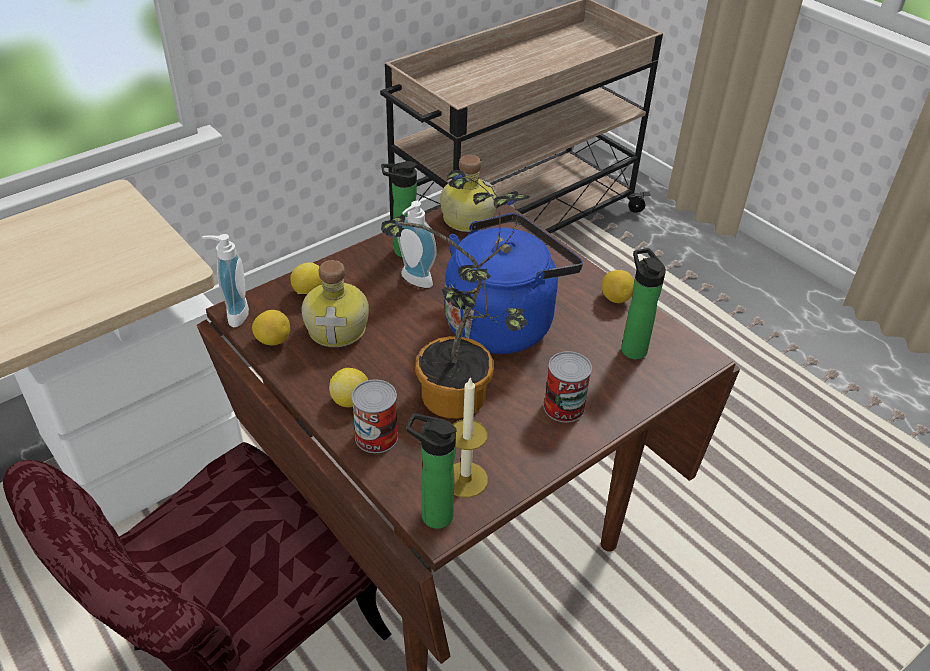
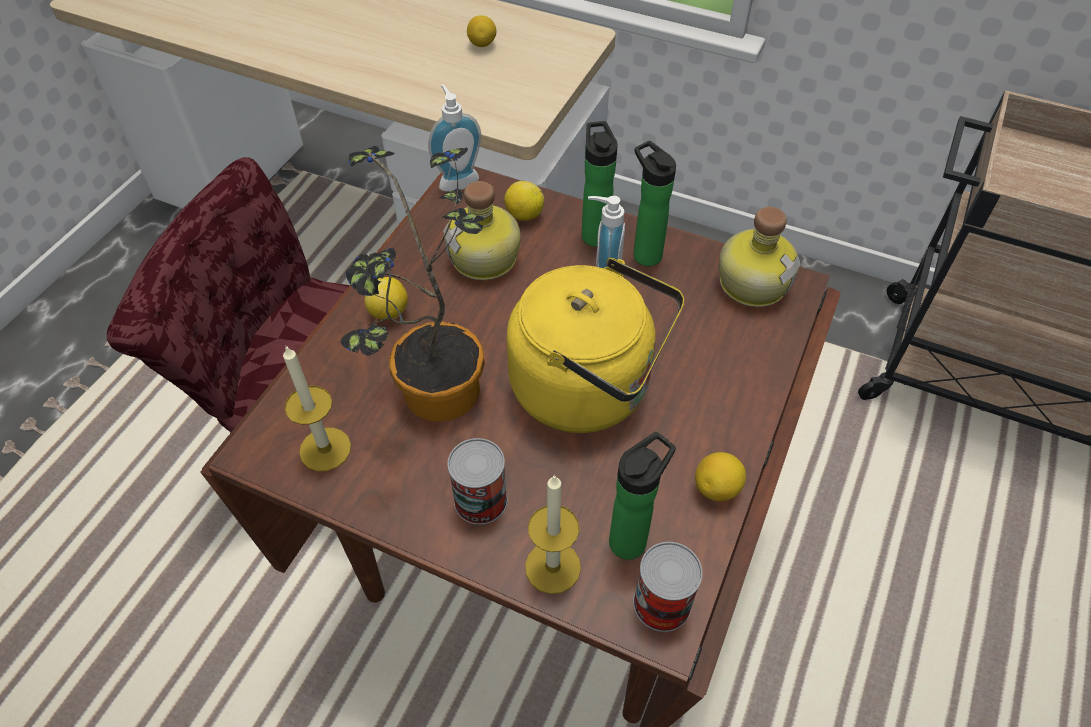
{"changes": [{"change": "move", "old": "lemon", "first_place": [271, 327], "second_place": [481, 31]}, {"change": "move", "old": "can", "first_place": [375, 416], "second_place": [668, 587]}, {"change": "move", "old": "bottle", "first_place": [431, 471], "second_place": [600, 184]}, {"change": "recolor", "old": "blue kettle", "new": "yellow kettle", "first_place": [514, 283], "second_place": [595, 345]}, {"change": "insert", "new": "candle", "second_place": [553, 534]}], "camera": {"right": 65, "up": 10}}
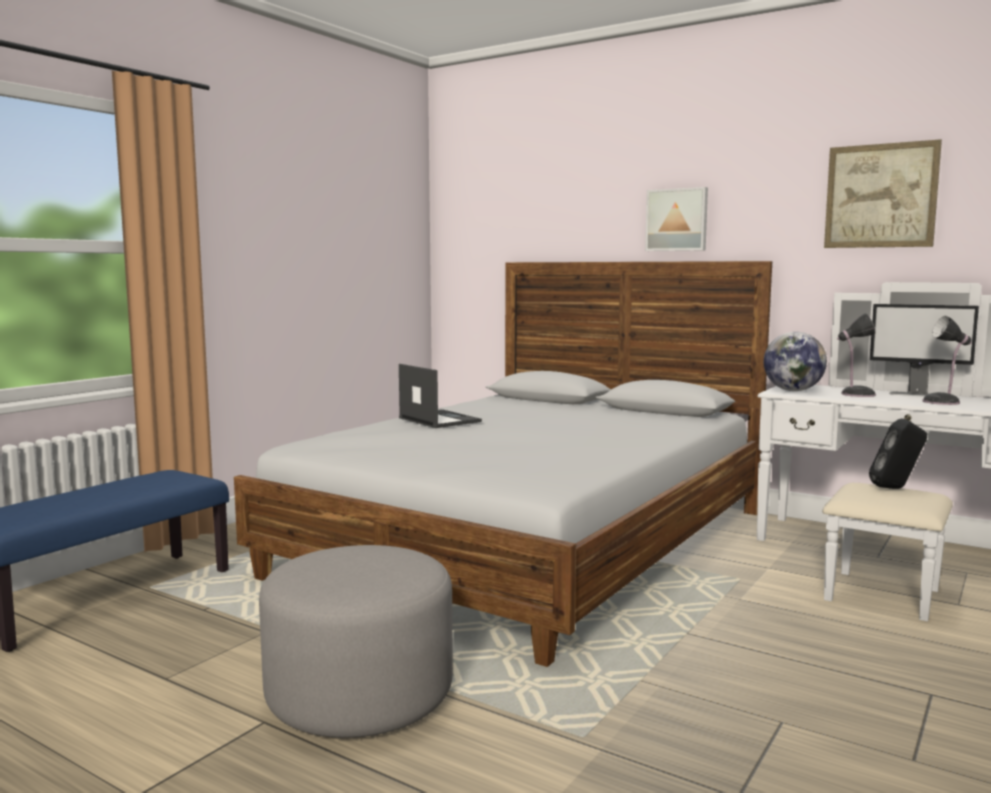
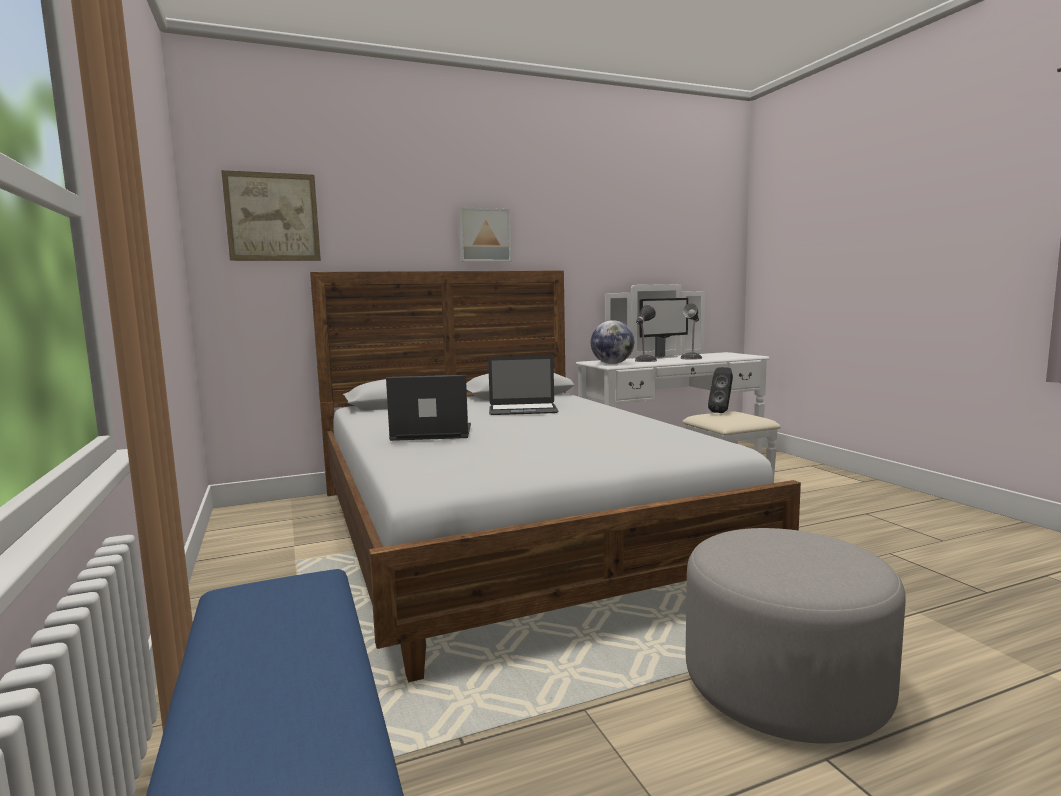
{"changes": [{"change": "move", "old": "picture", "first_place": [883, 193], "second_place": [271, 215]}, {"change": "insert", "new": "laptop", "second_place": [523, 385]}], "camera": {"right": -55, "up": 0}}
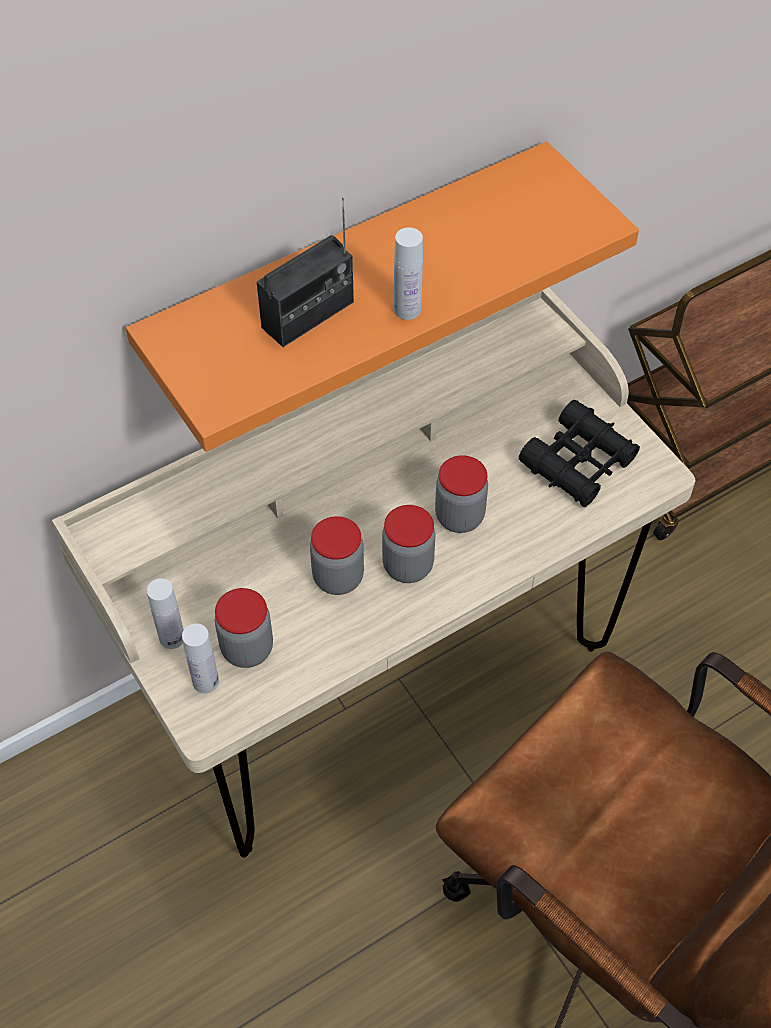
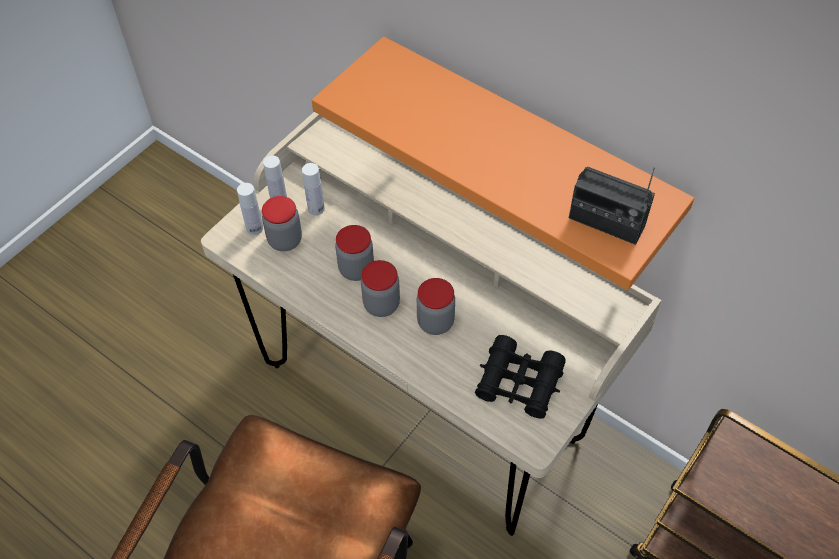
{"changes": [{"change": "move", "old": "radio", "first_place": [305, 272], "second_place": [612, 206]}, {"change": "move", "old": "white bottle", "first_place": [408, 273], "second_place": [313, 189]}], "camera": {"right": 70, "up": 0}}
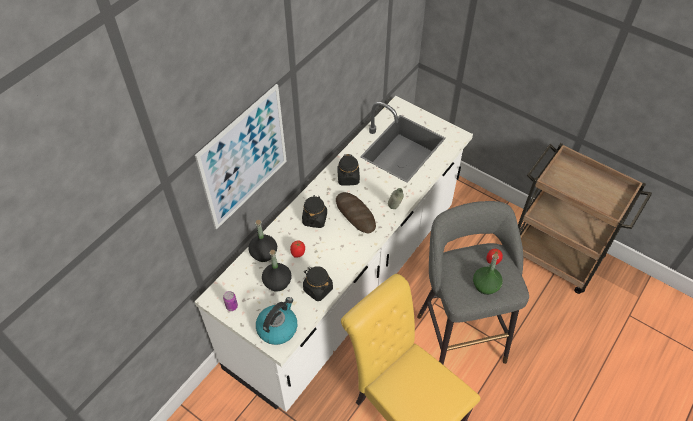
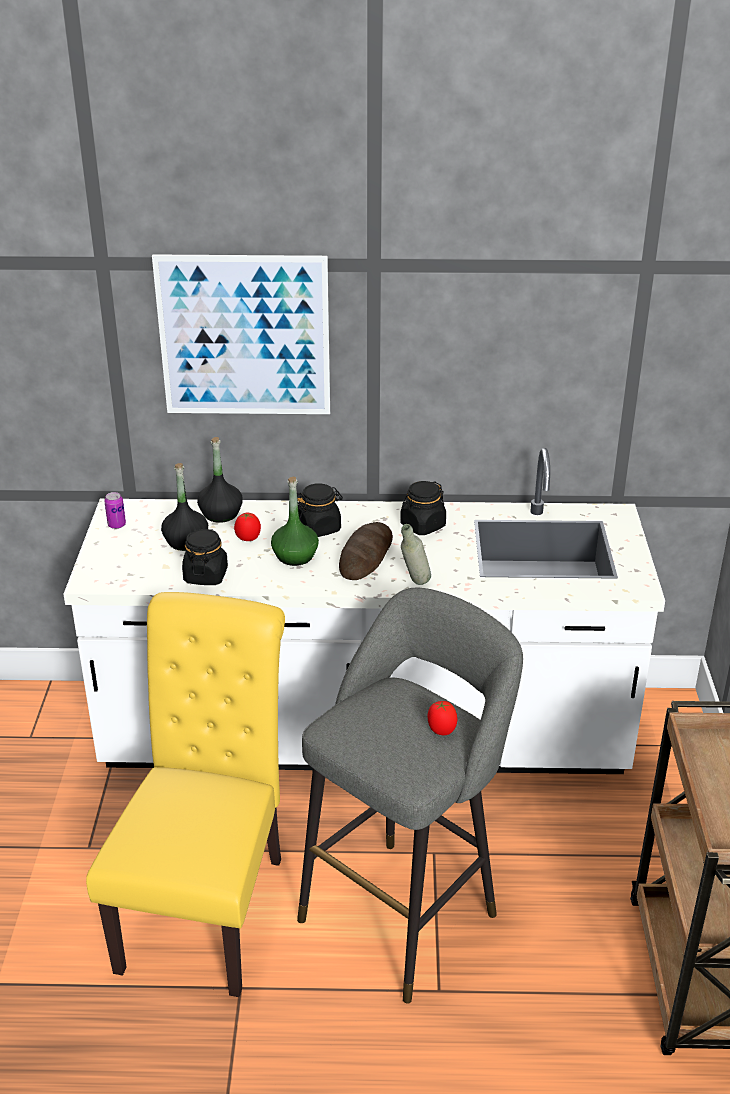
{"changes": [{"change": "delete", "old": "kettle", "first_place": [276, 321]}, {"change": "move", "old": "green bottle", "first_place": [488, 274], "second_place": [295, 521]}], "camera": {"right": 55, "up": -20}}
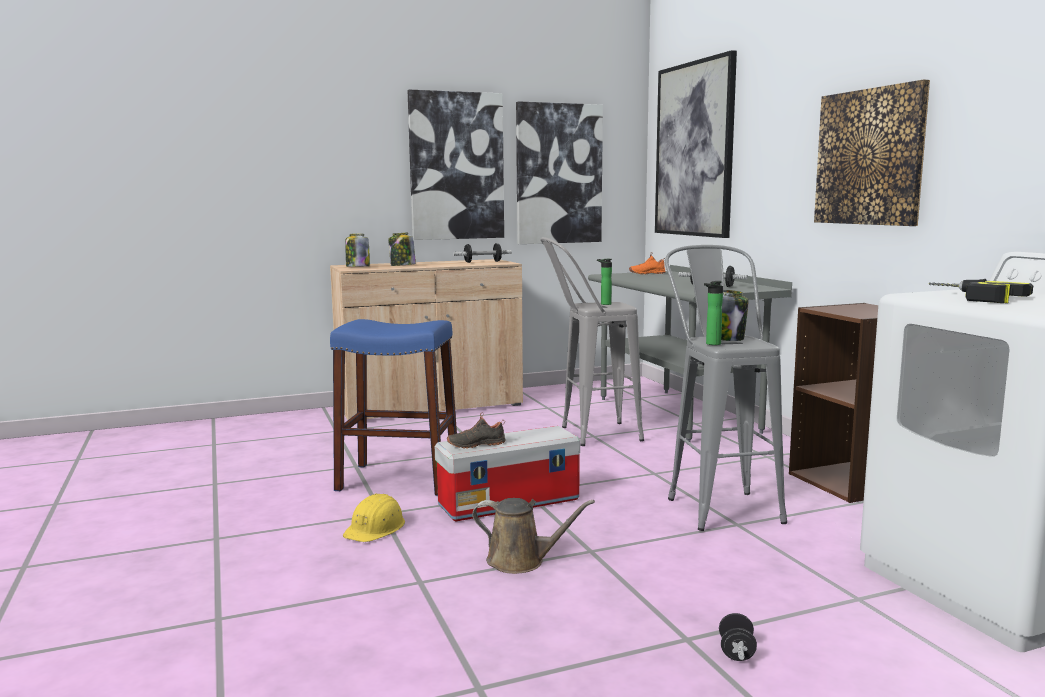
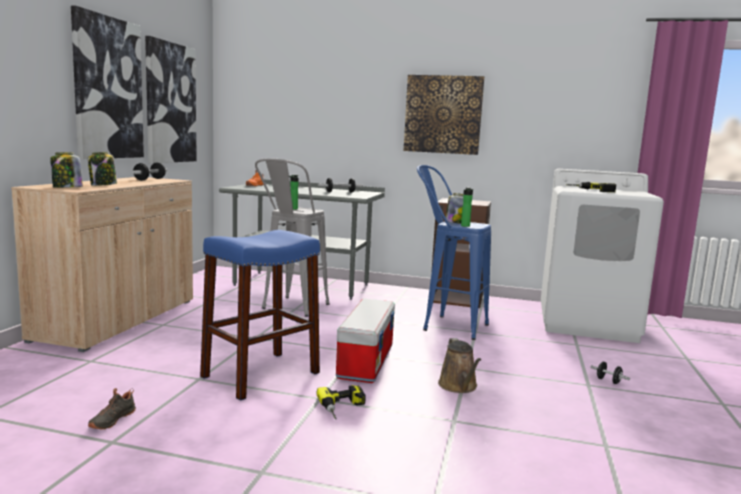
{"changes": [{"change": "replace", "old": "yellow hard hat", "new": "power drill", "first_place": [374, 518], "second_place": [341, 402]}, {"change": "move", "old": "black shoe", "first_place": [476, 431], "second_place": [112, 408]}, {"change": "rotate", "old": "brown watering can", "first_place": [533, 536], "second_place": [459, 365], "degrees": 120}, {"change": "delete", "old": "picture", "first_place": [696, 144]}, {"change": "recolor", "old": "grey stool", "new": "blue stool", "first_place": [726, 388], "second_place": [454, 252]}], "camera": {"right": -55, "up": 0}}
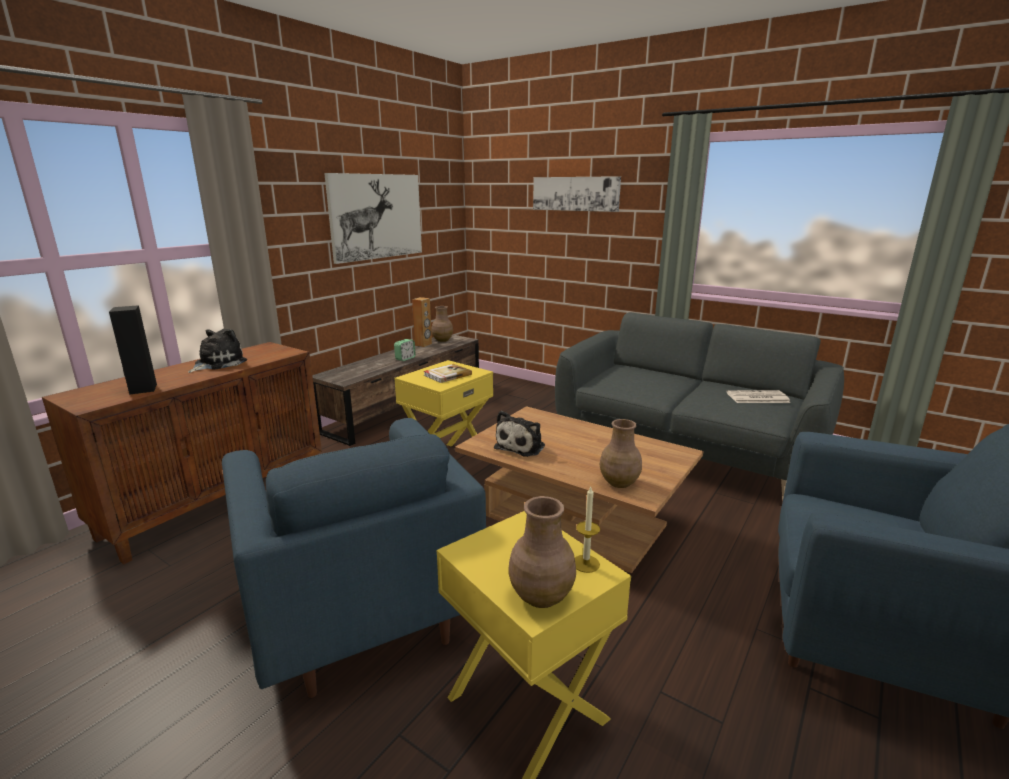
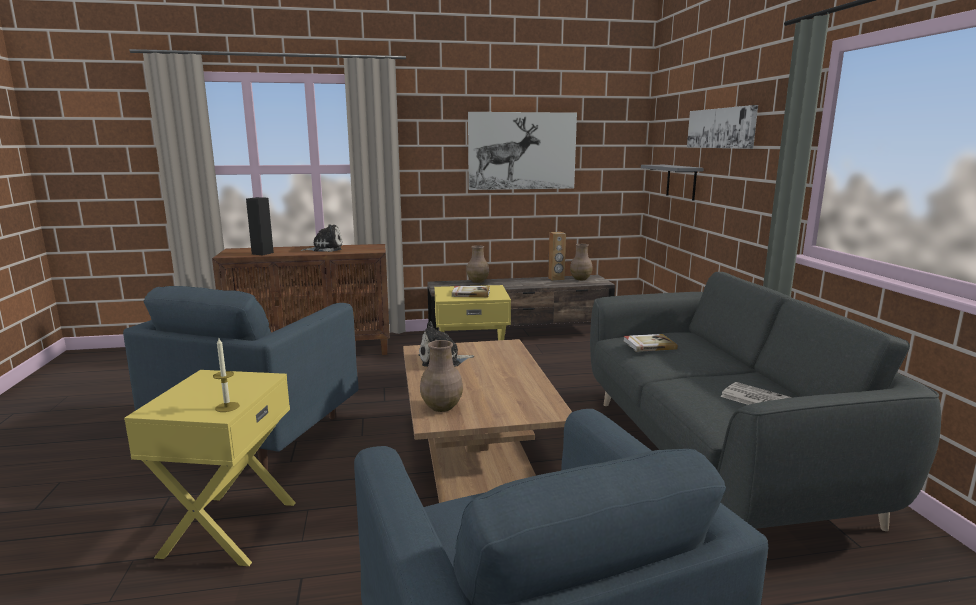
{"changes": [{"change": "delete", "old": "alarm clock", "first_place": [405, 350]}, {"change": "move", "old": "brown vase", "first_place": [542, 552], "second_place": [478, 264]}, {"change": "insert", "new": "book", "second_place": [651, 343]}, {"change": "insert", "new": "grey shelf", "second_place": [672, 182]}], "camera": {"right": 45, "up": -5}}
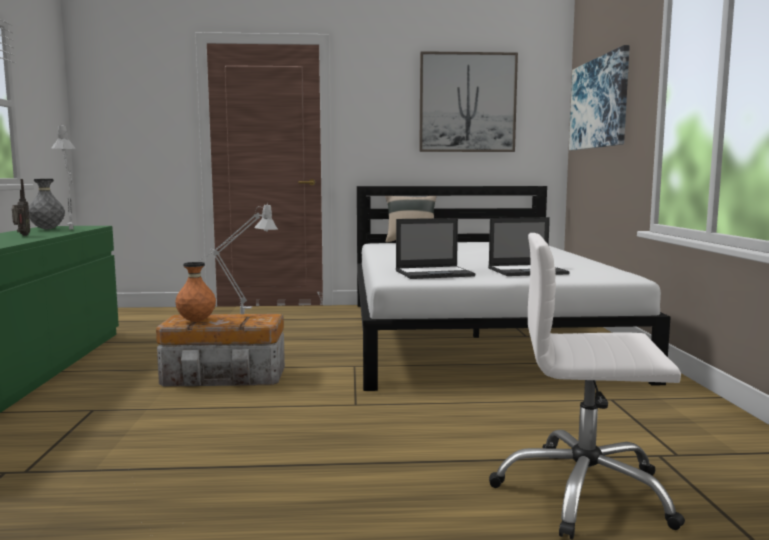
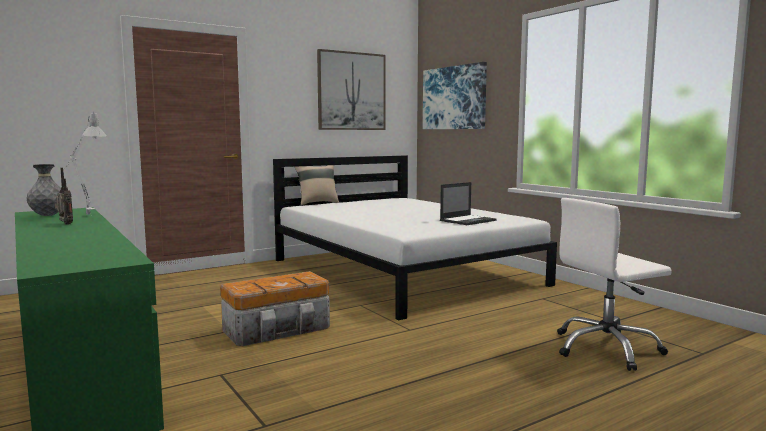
{"changes": [{"change": "delete", "old": "orange vase", "first_place": [195, 292]}, {"change": "delete", "old": "grey table lamp", "first_place": [237, 258]}, {"change": "delete", "old": "laptop", "first_place": [436, 248]}], "camera": {"right": -30, "up": 0}}
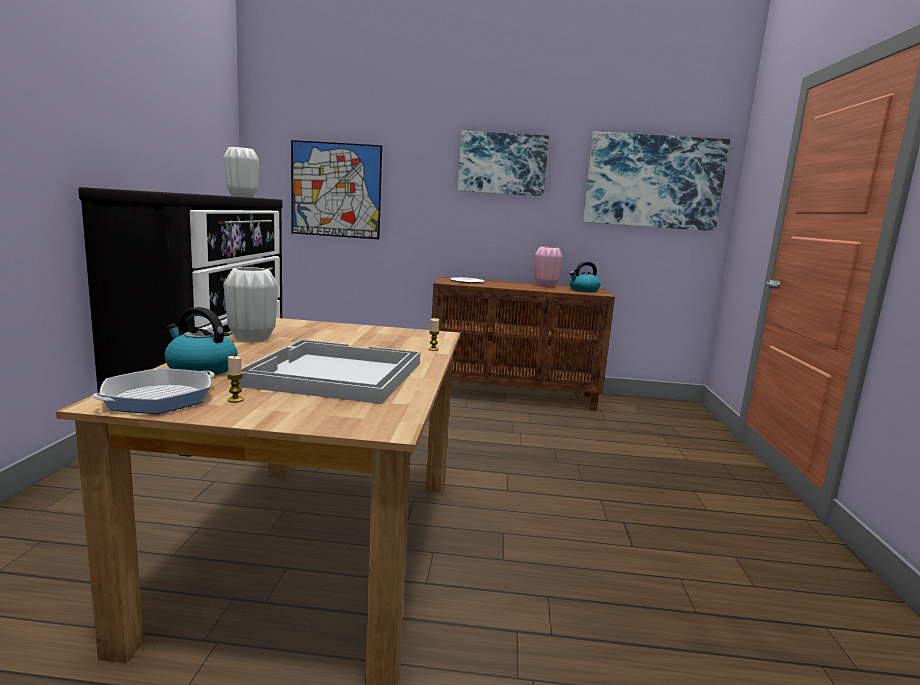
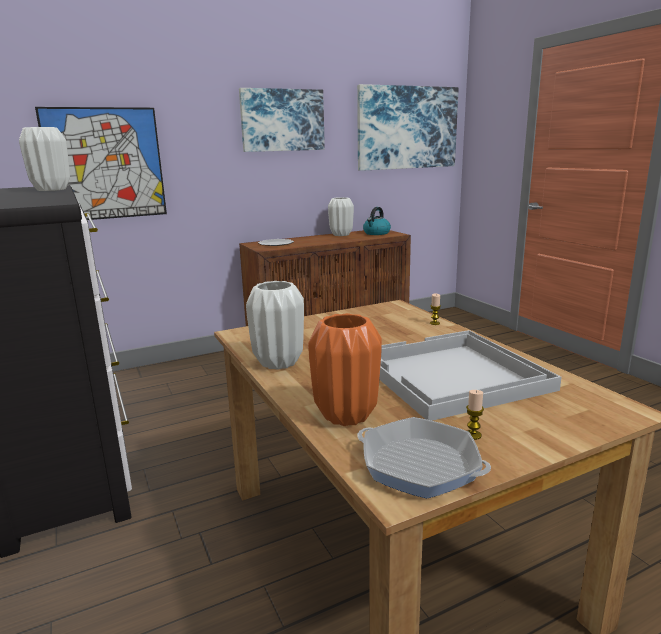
{"changes": [{"change": "rotate", "old": "frying pan", "first_place": [152, 391], "second_place": [424, 458], "degrees": -60}, {"change": "replace", "old": "kettle", "new": "orange vase", "first_place": [201, 341], "second_place": [345, 369]}, {"change": "recolor", "old": "pink vase", "new": "white vase", "first_place": [548, 266], "second_place": [341, 216]}], "camera": {"right": -30, "up": 5}}
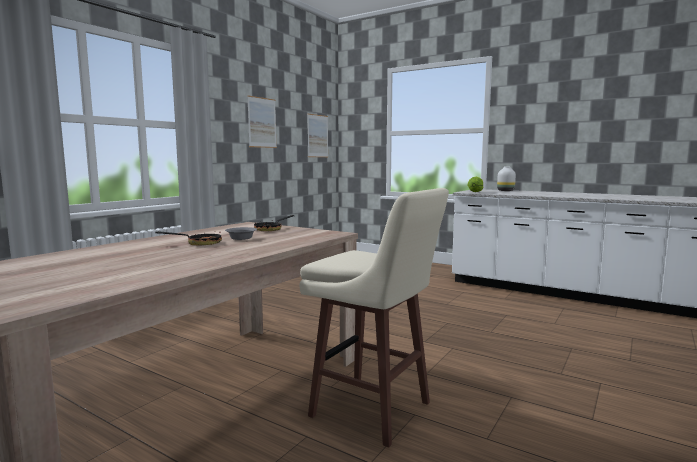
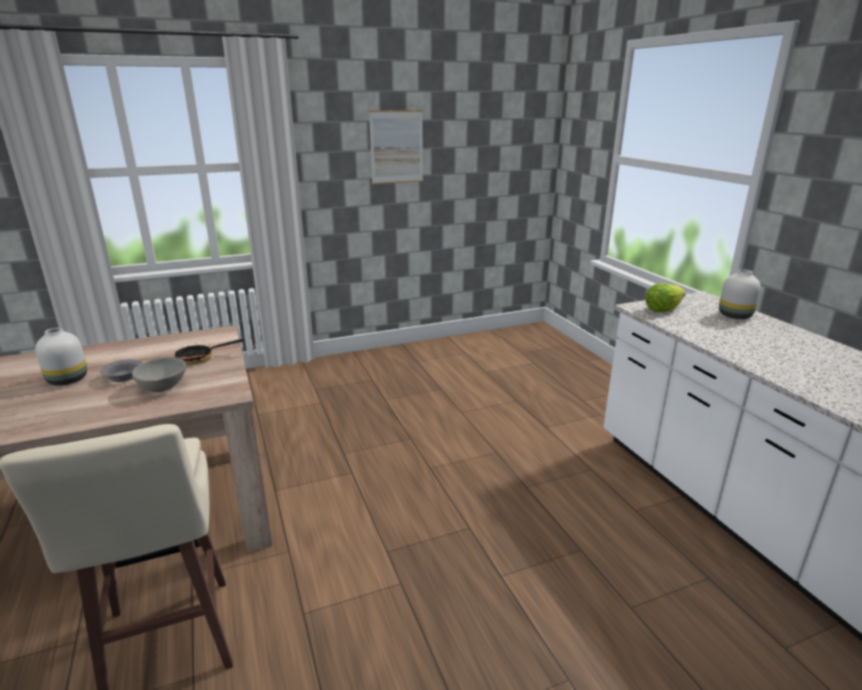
{"changes": [{"change": "replace", "old": "frying pan", "new": "white vase", "first_place": [188, 236], "second_place": [61, 357]}, {"change": "delete", "old": "picture", "first_place": [317, 135]}, {"change": "insert", "new": "grey bowl", "second_place": [159, 374]}], "camera": {"right": 35, "up": 15}}
